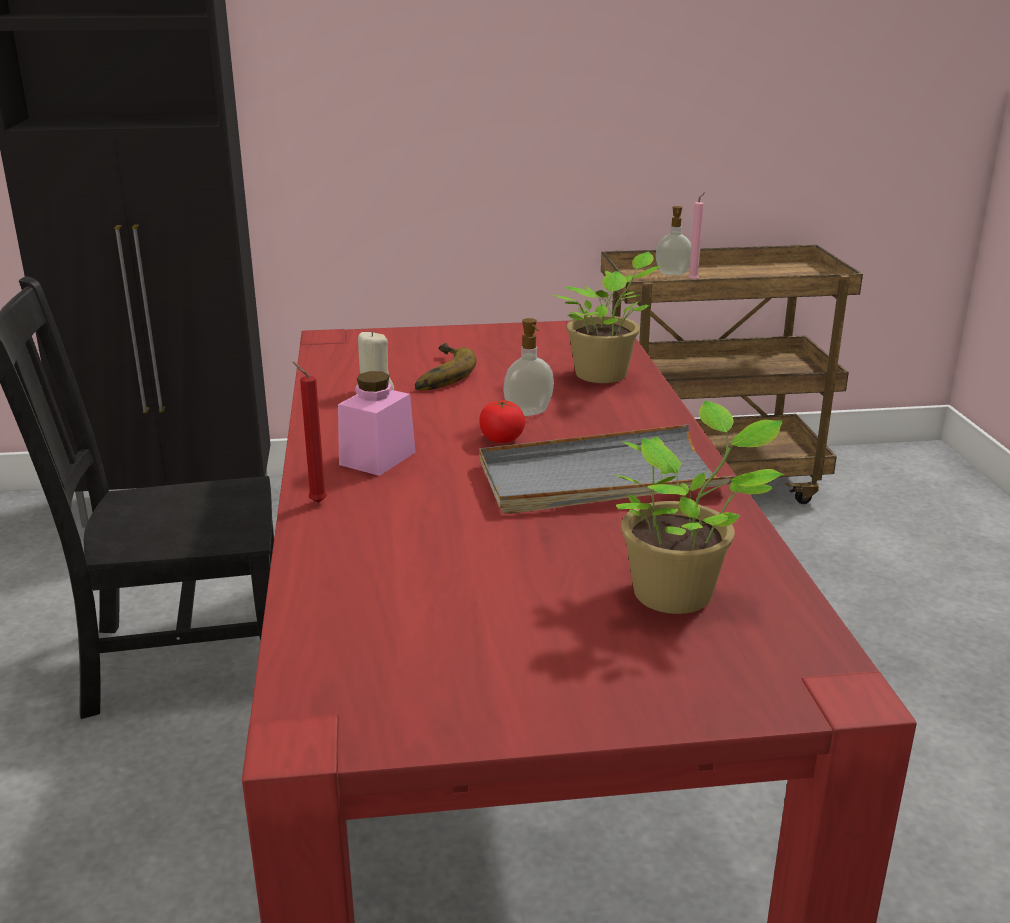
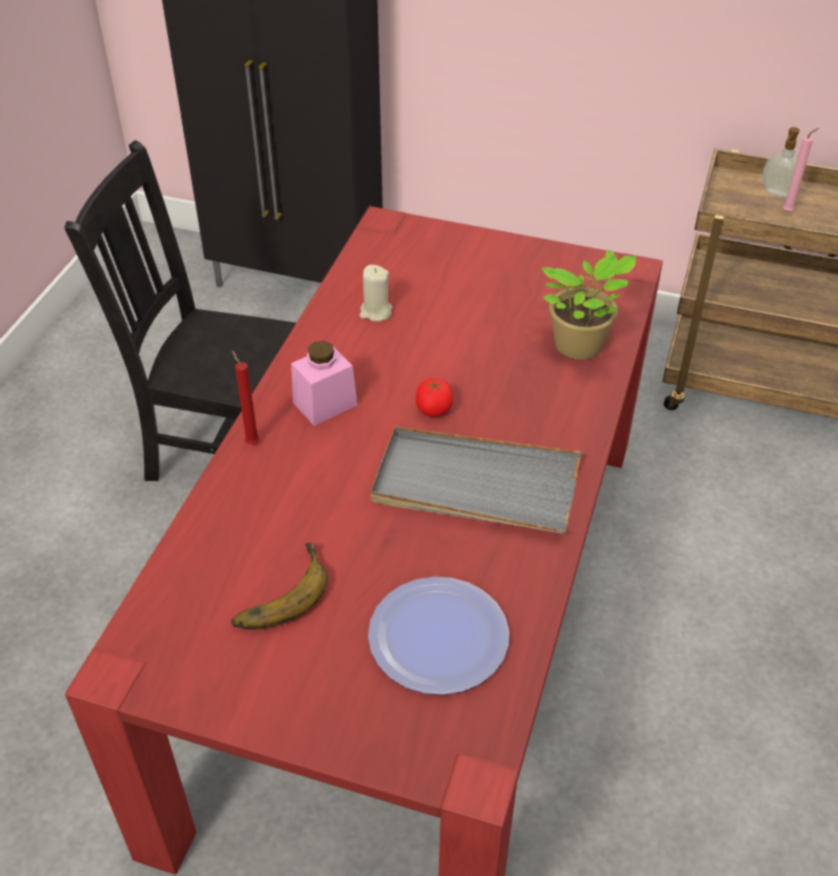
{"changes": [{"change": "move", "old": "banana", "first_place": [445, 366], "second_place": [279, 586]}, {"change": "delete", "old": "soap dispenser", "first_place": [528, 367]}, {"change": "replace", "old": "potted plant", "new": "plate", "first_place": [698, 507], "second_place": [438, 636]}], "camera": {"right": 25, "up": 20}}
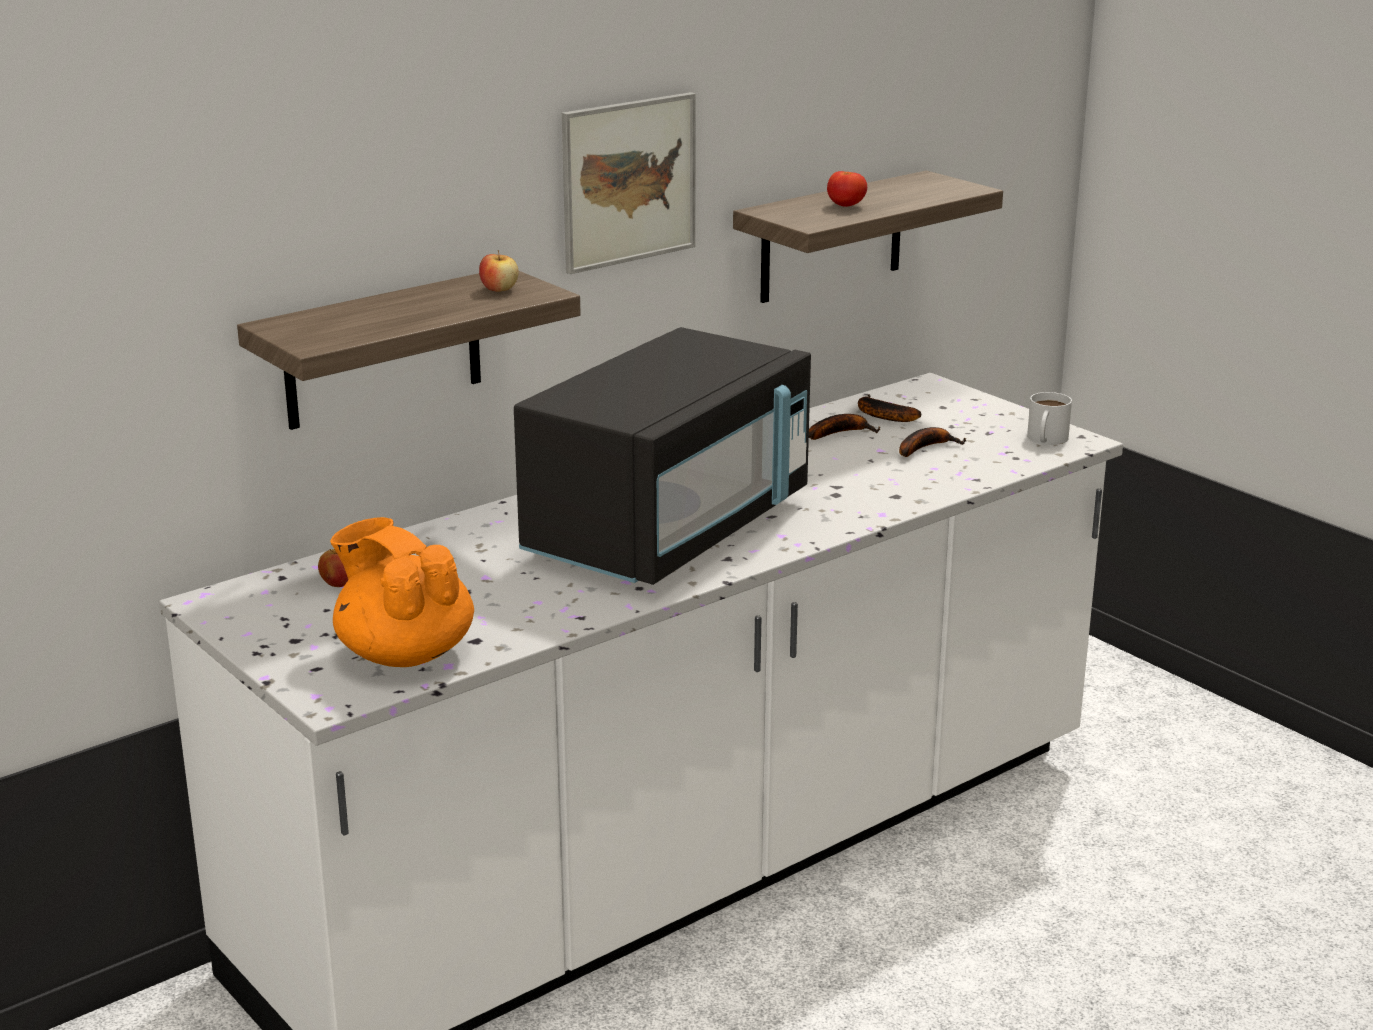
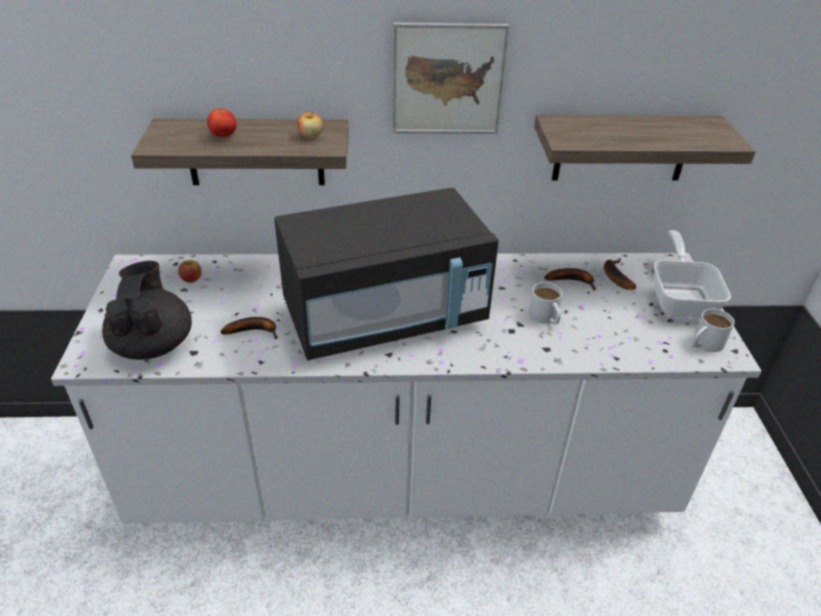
{"changes": [{"change": "recolor", "old": "orange teapot", "new": "black teapot", "first_place": [402, 592], "second_place": [147, 310]}, {"change": "move", "old": "tomato", "first_place": [847, 189], "second_place": [222, 122]}, {"change": "move", "old": "banana", "first_place": [932, 442], "second_place": [249, 328]}, {"change": "insert", "new": "white mug", "second_place": [545, 303]}, {"change": "insert", "new": "frying pan", "second_place": [692, 274]}], "camera": {"right": 35, "up": 15}}
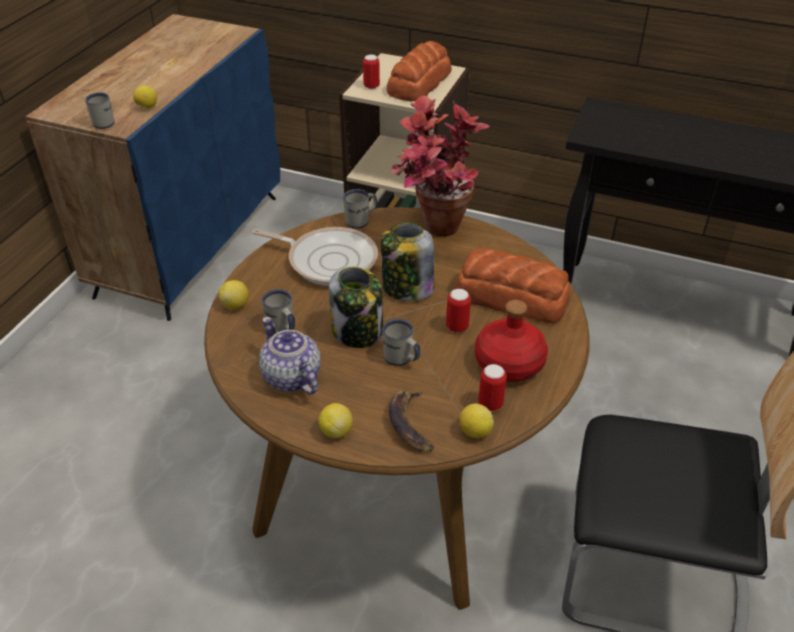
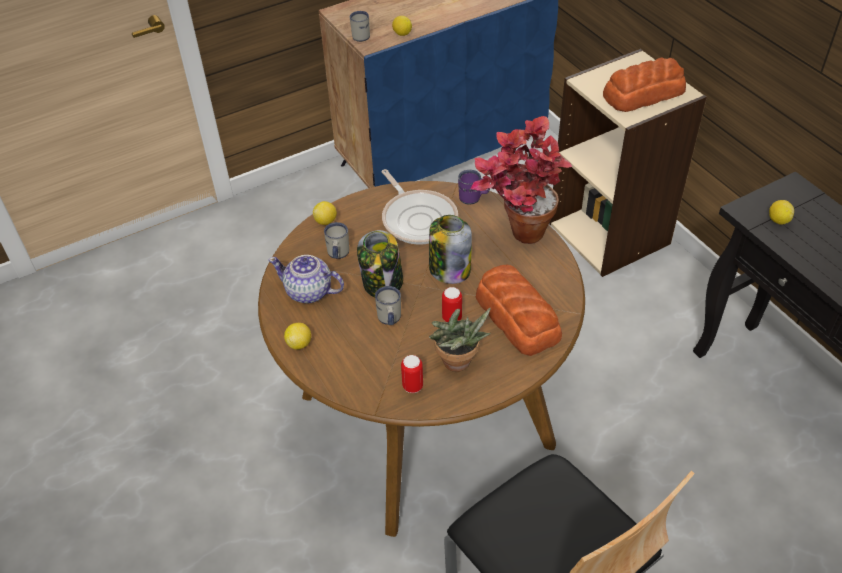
{"changes": [{"change": "rotate", "old": "teapot", "first_place": [289, 356], "second_place": [306, 279], "degrees": -75}, {"change": "recolor", "old": "white mug", "new": "purple mug", "first_place": [360, 209], "second_place": [474, 187]}, {"change": "delete", "old": "can", "first_place": [371, 72]}, {"change": "delete", "old": "banana", "first_place": [411, 421]}, {"change": "move", "old": "lemon", "first_place": [477, 420], "second_place": [781, 212]}, {"change": "replace", "old": "red bottle", "new": "potted plant", "first_place": [511, 341], "second_place": [460, 340]}], "camera": {"right": 40, "up": 5}}
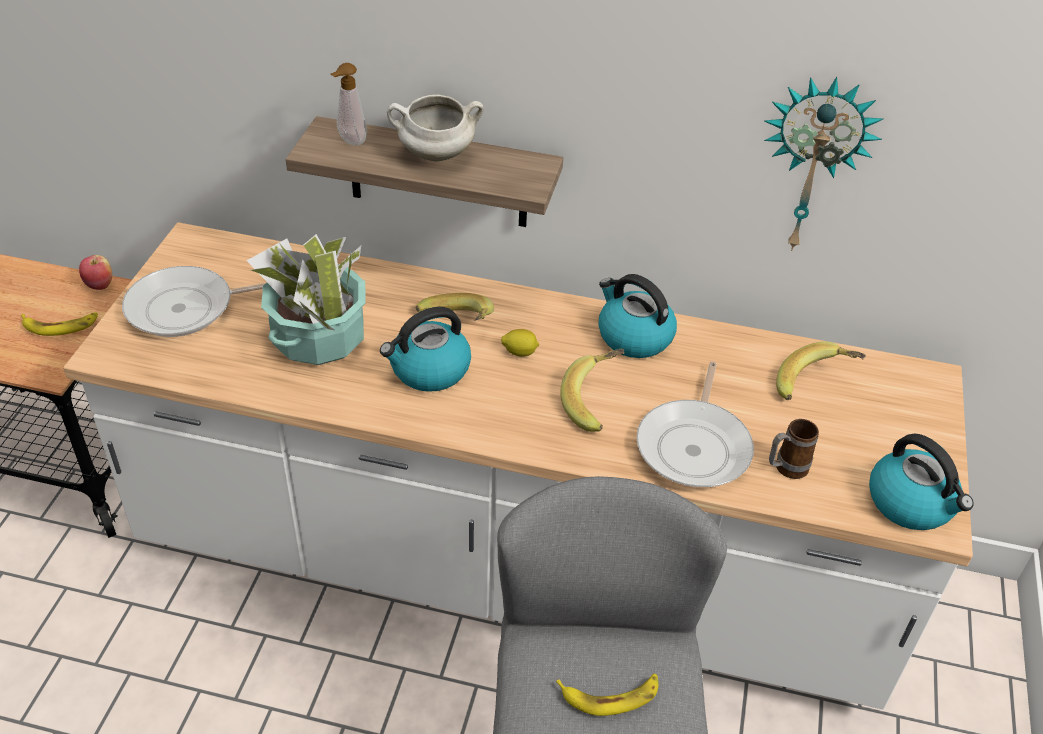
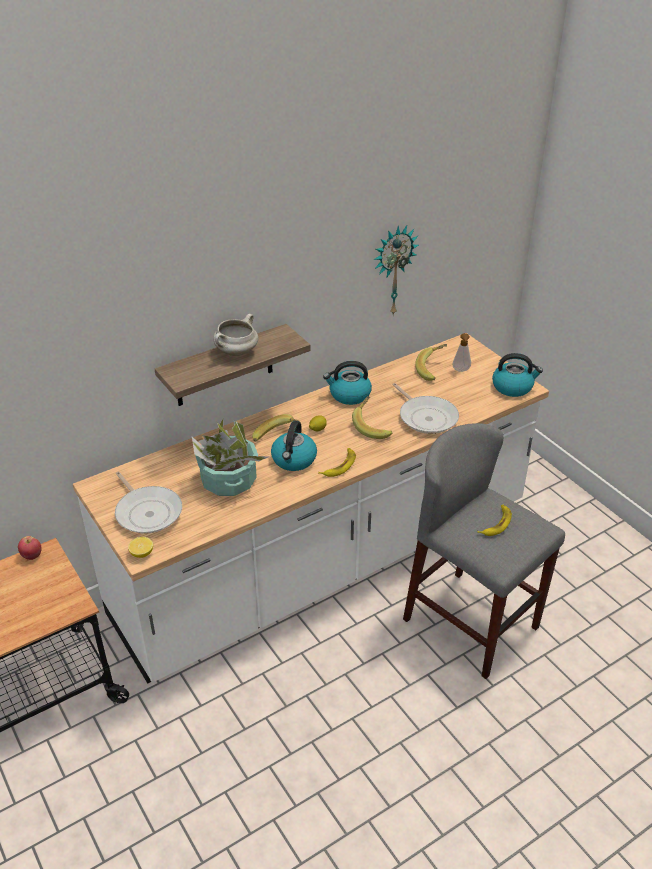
{"changes": [{"change": "move", "old": "banana", "first_place": [59, 324], "second_place": [337, 462]}, {"change": "rotate", "old": "frying pan", "first_place": [194, 301], "second_place": [148, 503], "degrees": -60}, {"change": "move", "old": "soap dispenser", "first_place": [349, 104], "second_place": [461, 352]}, {"change": "delete", "old": "mug", "first_place": [794, 449]}, {"change": "insert", "new": "lemon", "second_place": [140, 547]}], "camera": {"right": -45, "up": -5}}
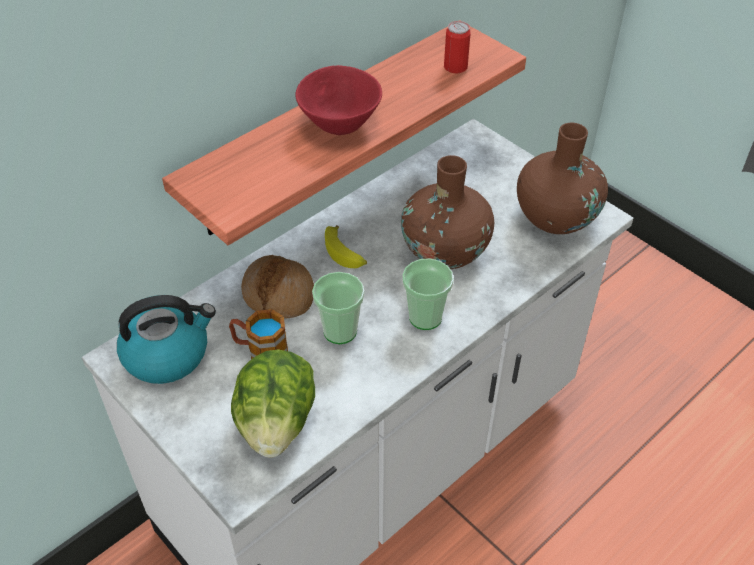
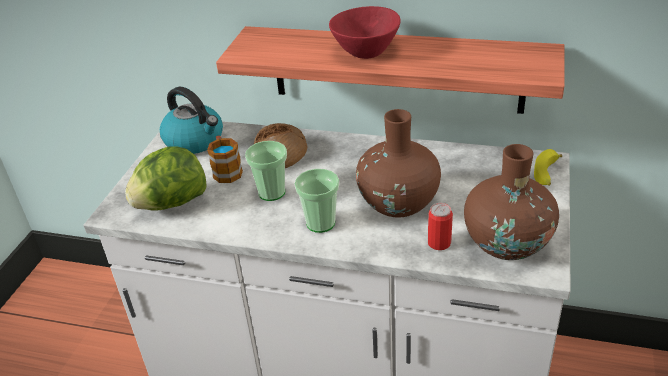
{"changes": [{"change": "move", "old": "banana", "first_place": [346, 246], "second_place": [548, 167]}, {"change": "move", "old": "can", "first_place": [457, 47], "second_place": [440, 226]}], "camera": {"right": 60, "up": -10}}
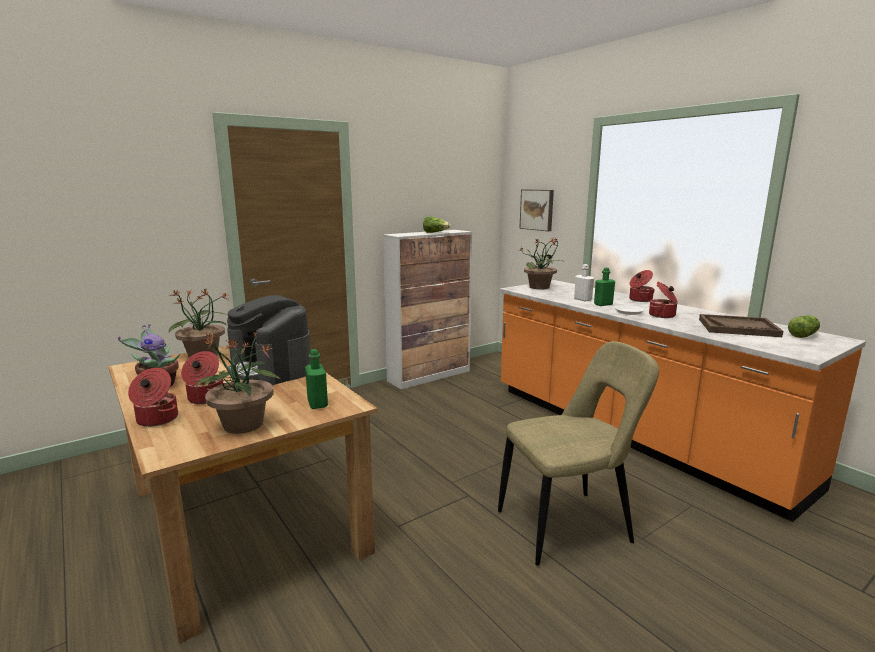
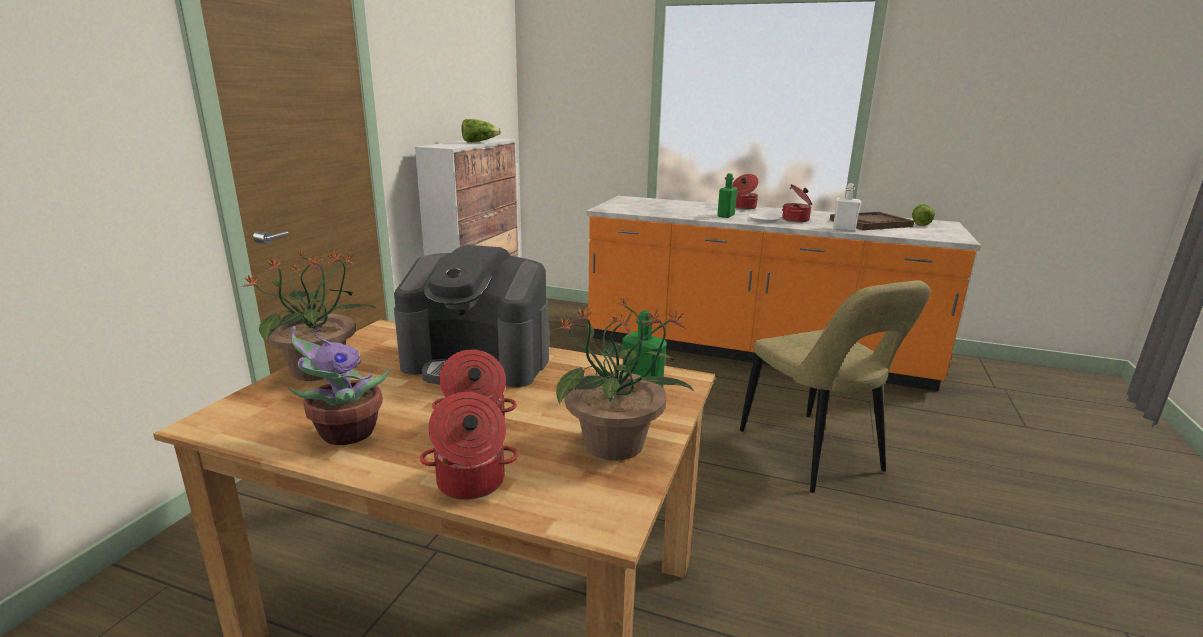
{"changes": [{"change": "rotate", "old": "beige chair", "first_place": [578, 453], "second_place": [835, 386], "degrees": 120}, {"change": "delete", "old": "picture", "first_place": [536, 210]}, {"change": "delete", "old": "potted plant", "first_place": [542, 263]}, {"change": "move", "old": "white bottle", "first_place": [584, 282], "second_place": [847, 207]}], "camera": {"right": -35, "up": 5}}
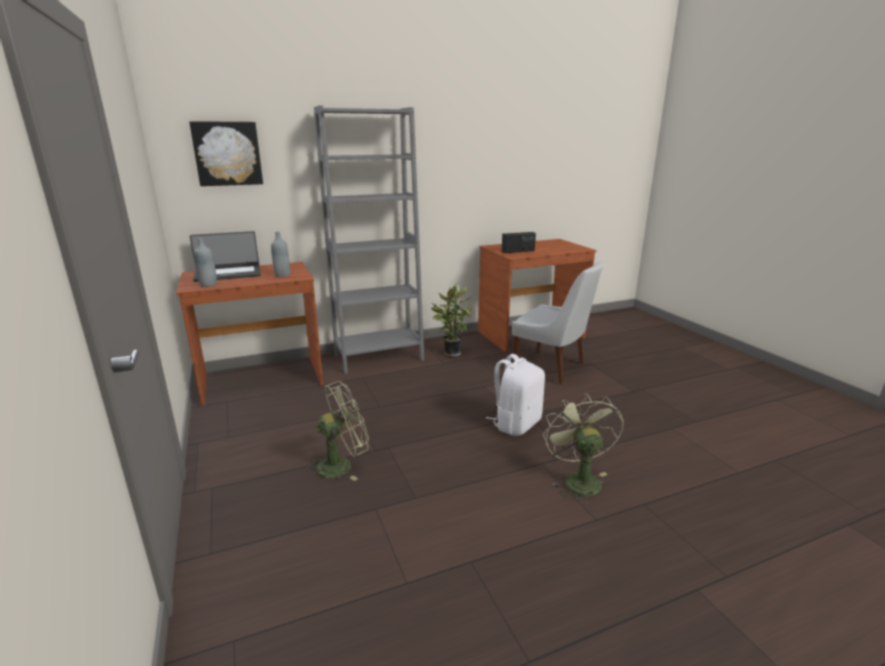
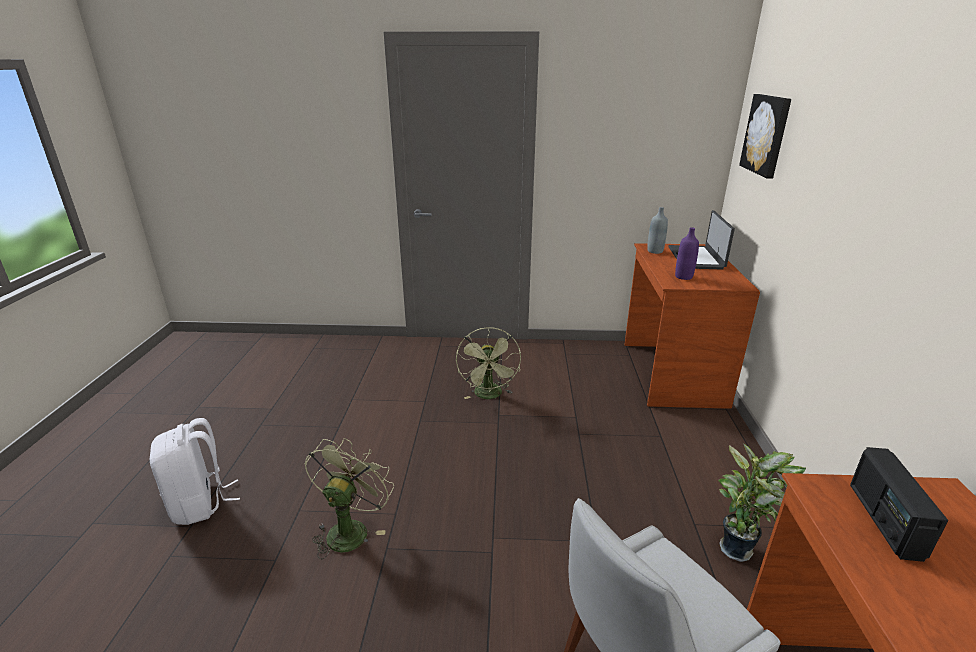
{"changes": [{"change": "recolor", "old": "grey bottle", "new": "purple bottle", "first_place": [280, 254], "second_place": [687, 253]}, {"change": "delete", "old": "grey bookcase", "first_place": [369, 239]}, {"change": "move", "old": "white backpack", "first_place": [515, 395], "second_place": [195, 471]}, {"change": "rotate", "old": "green fan", "first_place": [583, 448], "second_place": [349, 498], "degrees": -90}], "camera": {"right": 115, "up": 5}}
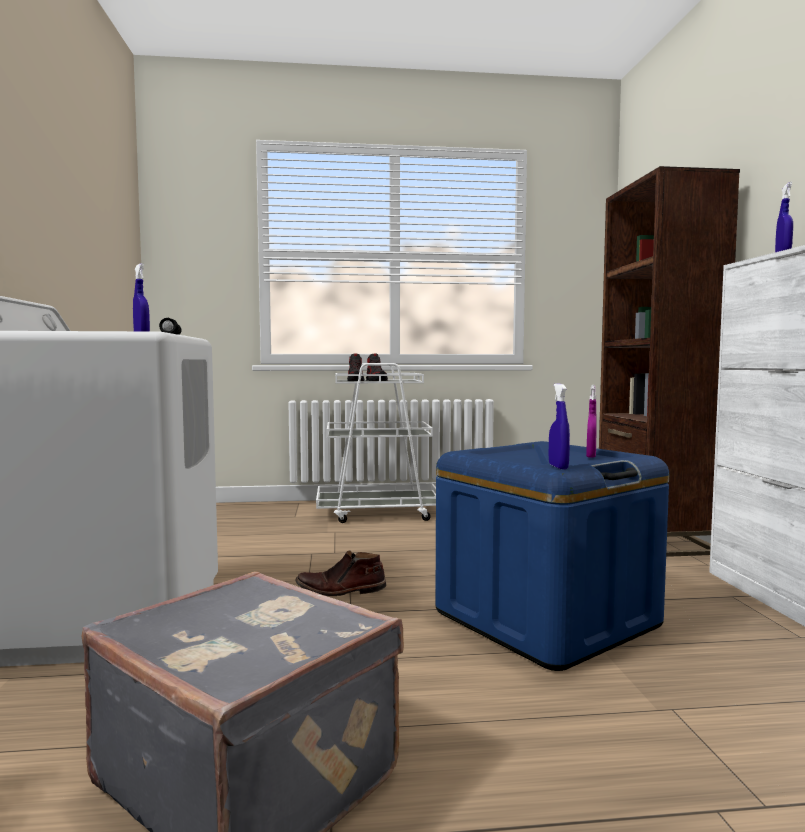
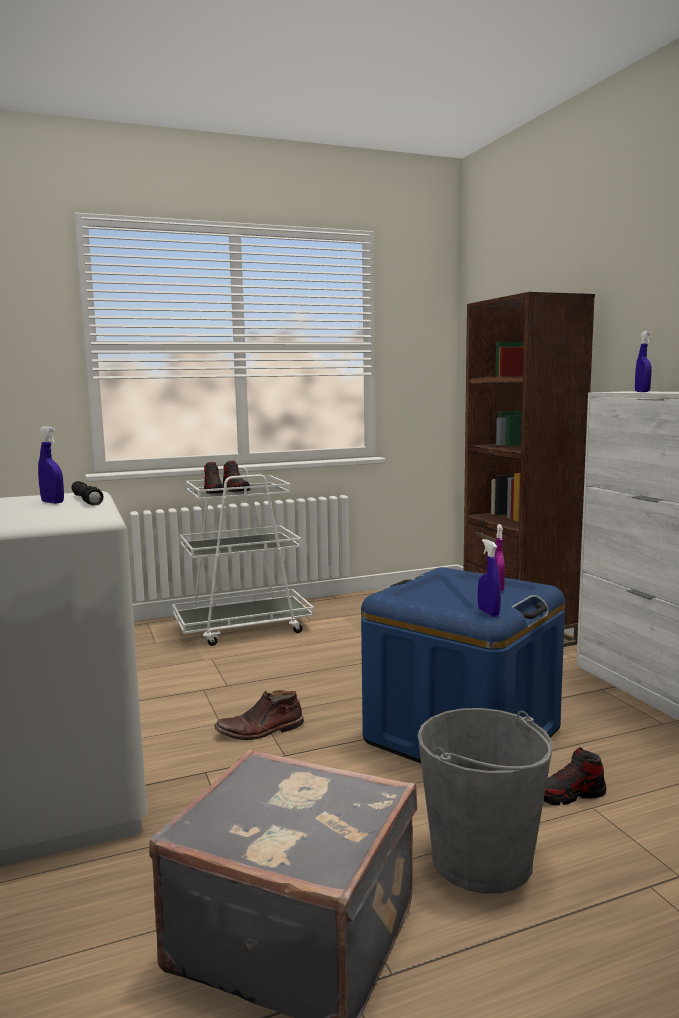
{"changes": [{"change": "insert", "new": "grey bucket", "second_place": [485, 801]}, {"change": "insert", "new": "shoe", "second_place": [575, 776]}], "camera": {"right": -15, "up": 5}}
